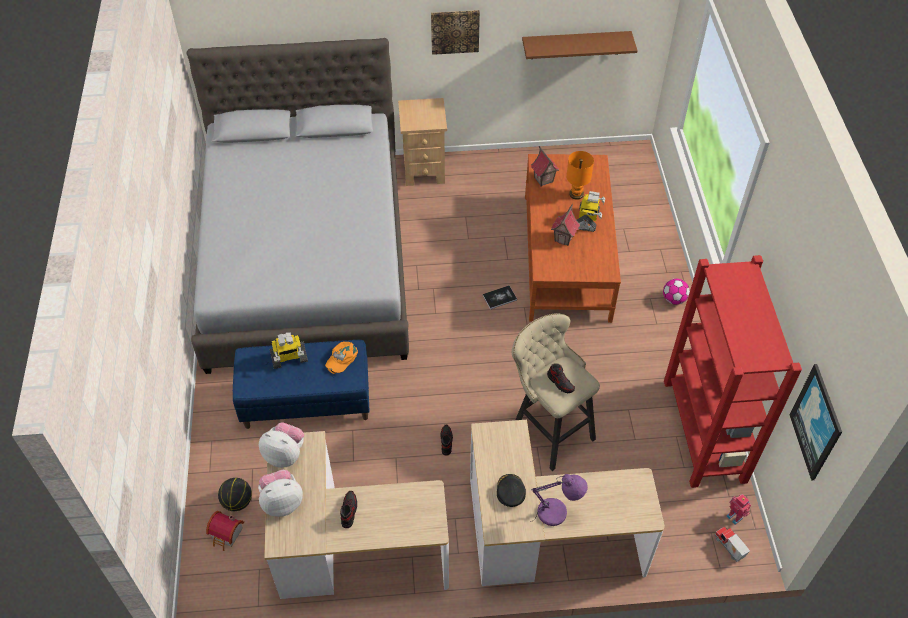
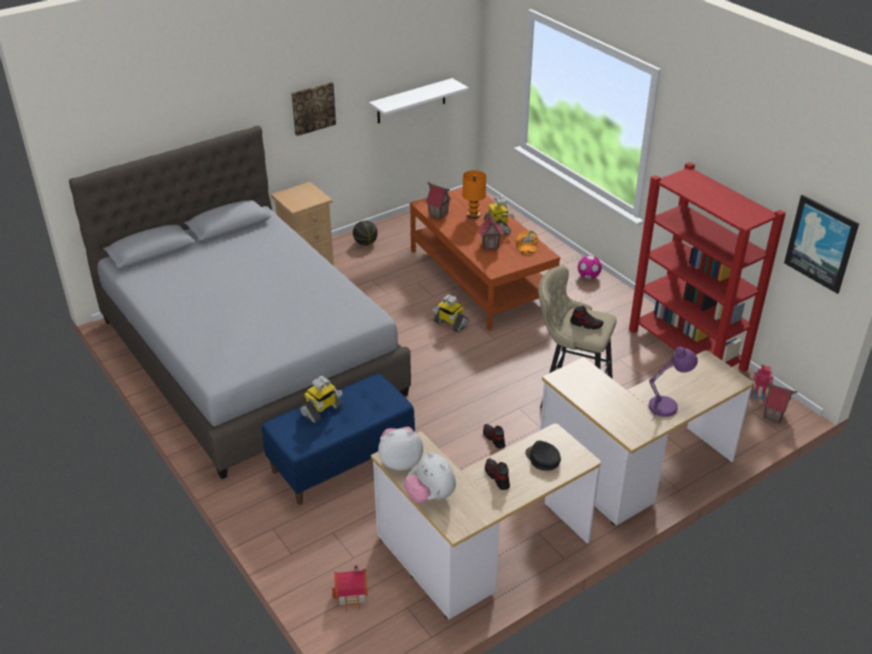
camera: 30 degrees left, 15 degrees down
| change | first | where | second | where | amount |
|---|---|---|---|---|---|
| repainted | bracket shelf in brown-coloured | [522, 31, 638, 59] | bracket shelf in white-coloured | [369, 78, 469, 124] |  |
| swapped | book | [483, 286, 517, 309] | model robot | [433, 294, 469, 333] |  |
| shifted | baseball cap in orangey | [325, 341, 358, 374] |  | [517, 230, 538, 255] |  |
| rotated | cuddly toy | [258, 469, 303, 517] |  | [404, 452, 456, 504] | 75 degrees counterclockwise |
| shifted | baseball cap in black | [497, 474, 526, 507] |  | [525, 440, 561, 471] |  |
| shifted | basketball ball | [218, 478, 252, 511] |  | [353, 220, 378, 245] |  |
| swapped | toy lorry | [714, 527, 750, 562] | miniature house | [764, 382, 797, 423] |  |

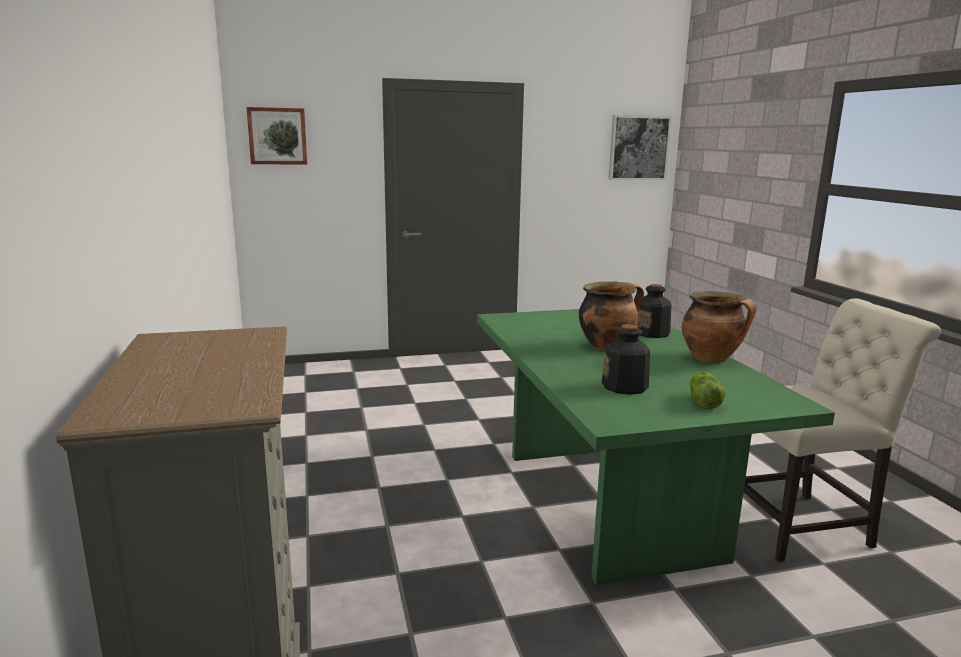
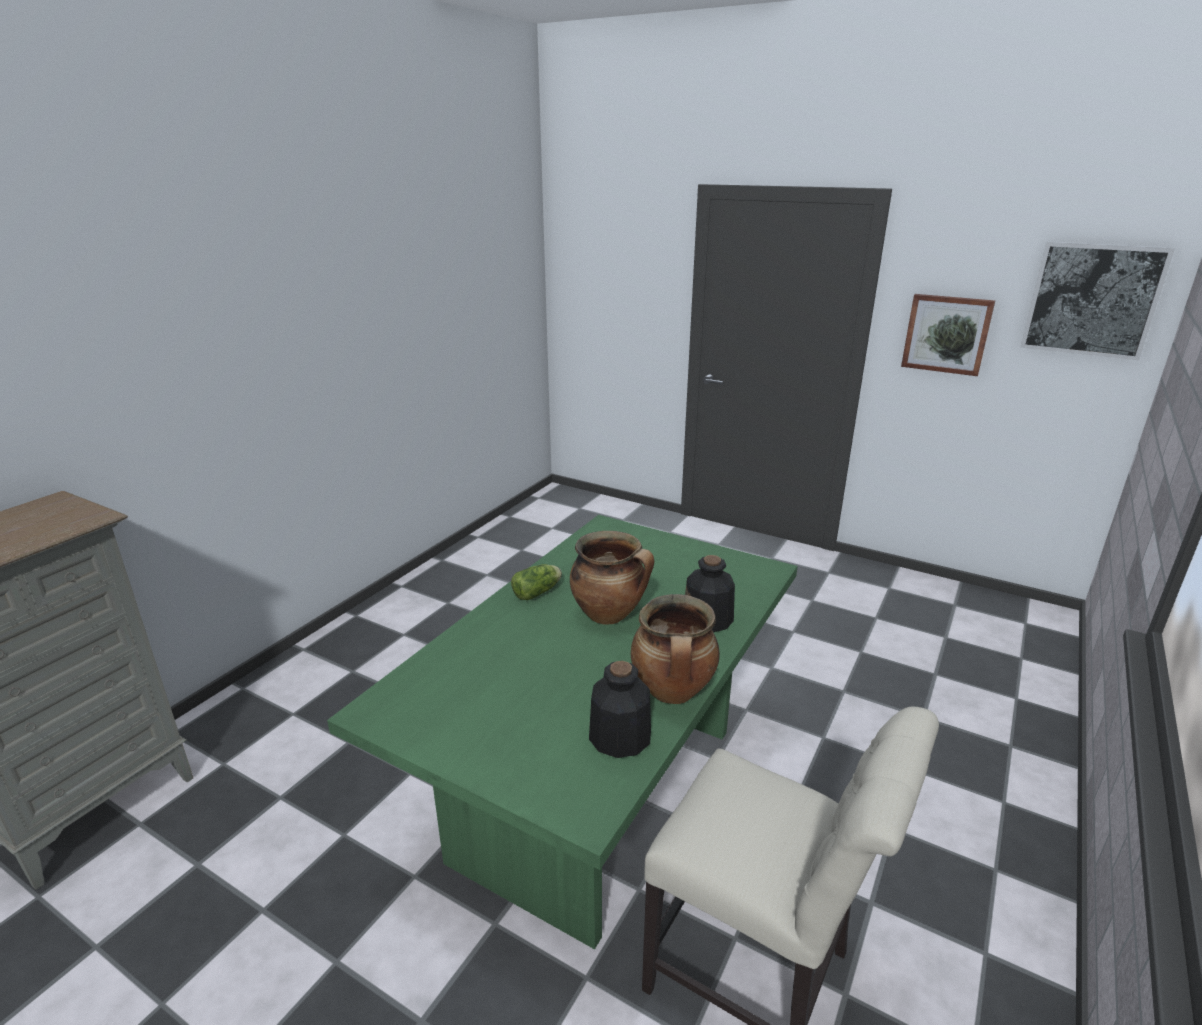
camera: 45 degrees right, 10 degrees up
| change | first | where | second | where | amount |
|---|---|---|---|---|---|
| shifted | picture | [247, 107, 307, 165] |  | [901, 294, 995, 376] |  |
| shifted | drink bottle | [602, 324, 650, 395] |  | [589, 661, 651, 758] |  |
| shifted | lettuce head | [690, 372, 725, 409] |  | [511, 564, 562, 600] |  |

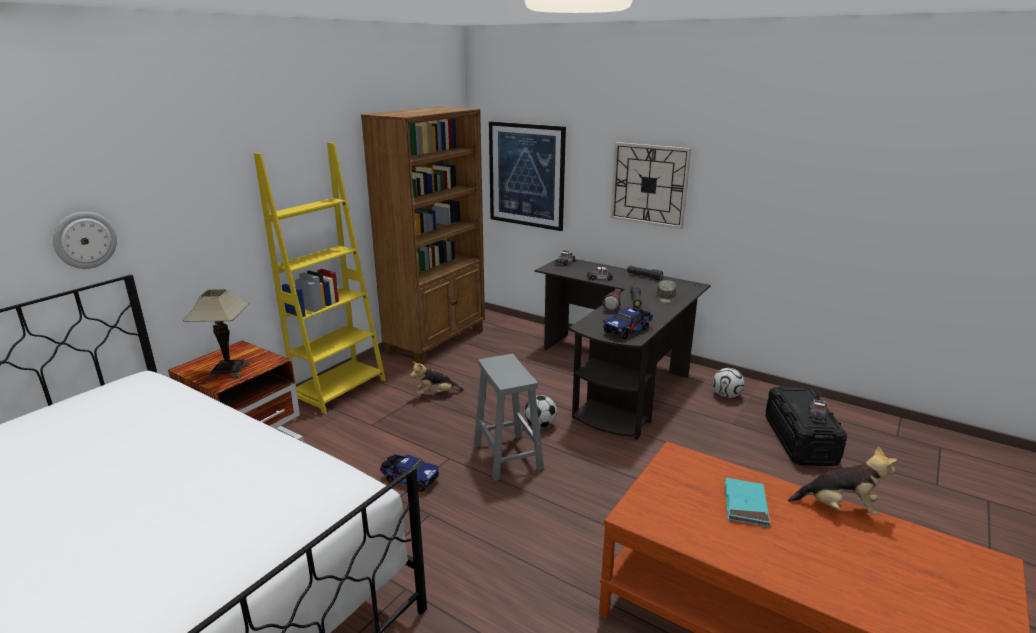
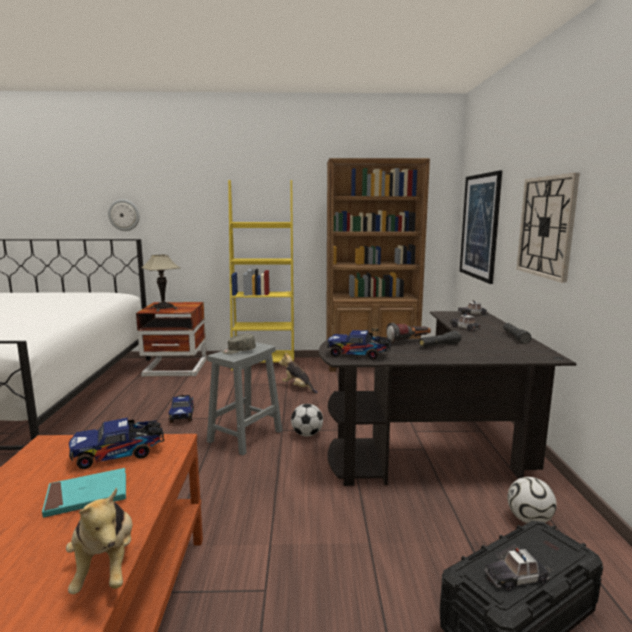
camera: 55 degrees right, 10 degrees down
| change | first | where | second | where | amount |
|---|---|---|---|---|---|
| shifted | baseball cap in grey | [657, 280, 676, 303] |  | [222, 334, 256, 354] |  |
| new |  |  | toy lorry | [69, 418, 164, 469] |  |

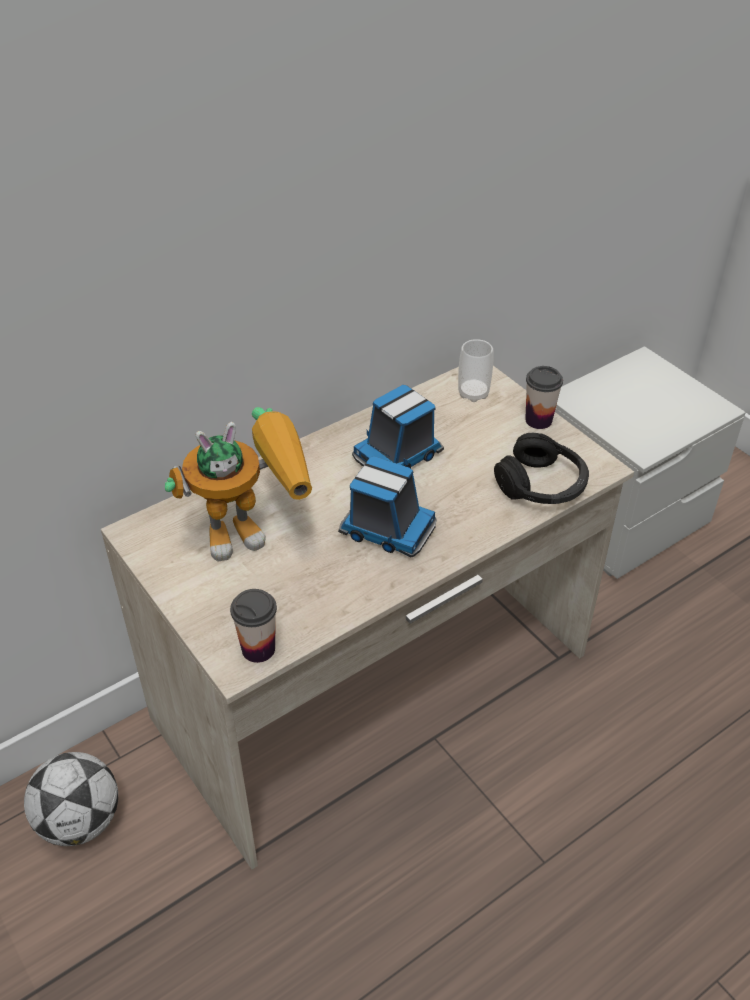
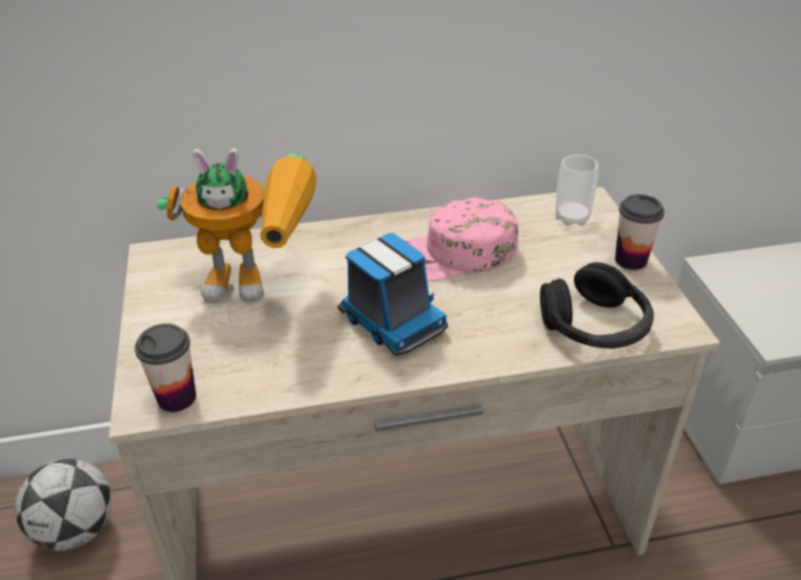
camera: 25 degrees right, 5 degrees down
| change | first | where | second | where | amount |
|---|---|---|---|---|---|
| swapped | toy lorry | [352, 385, 444, 469] | baseball cap in pink | [406, 197, 518, 282] |  |

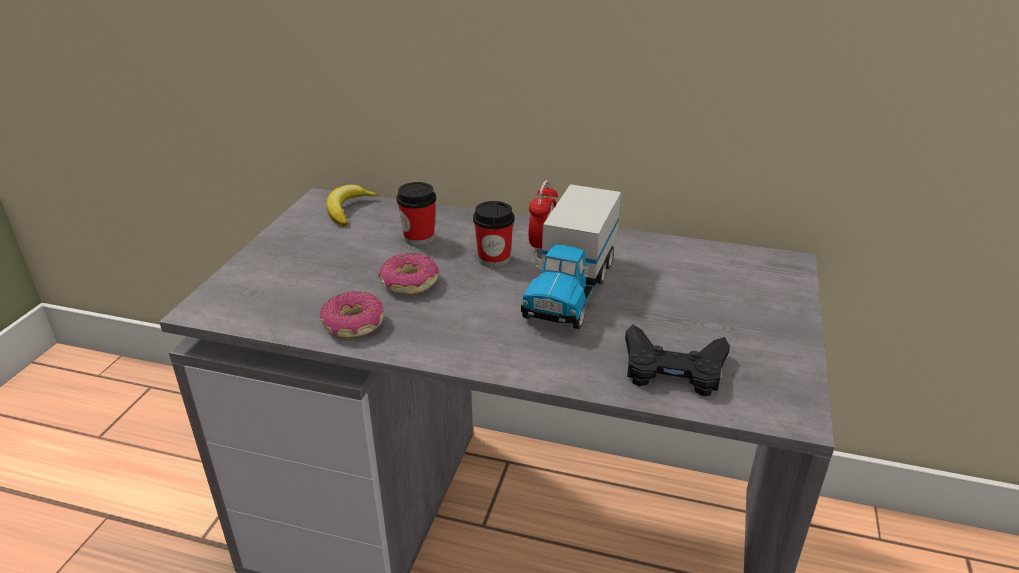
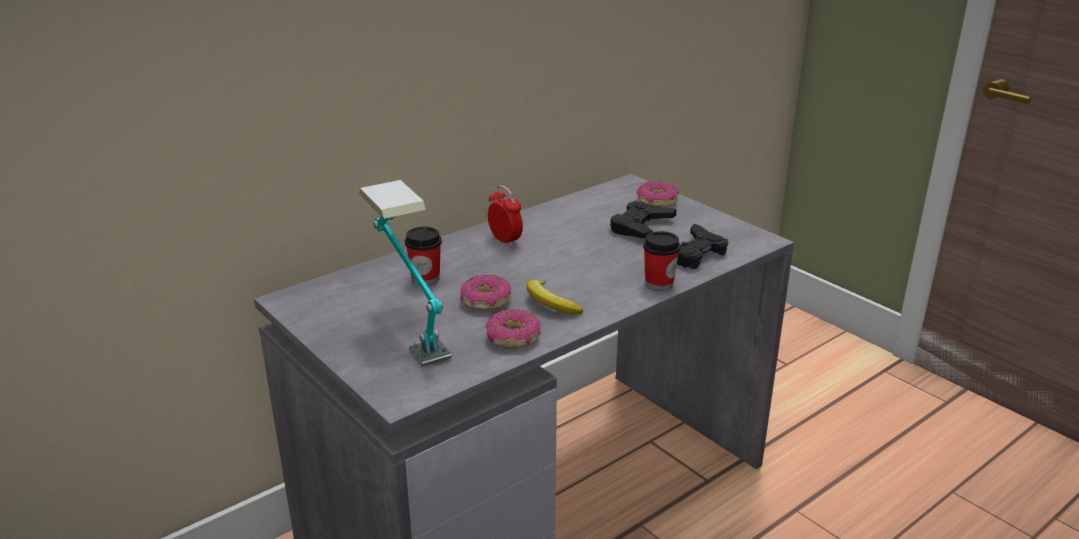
camera: 55 degrees left, 5 degrees down
| change | first | where | second | where | amount |
|---|---|---|---|---|---|
| gone | toy lorry | [521, 184, 621, 329] |  |  |  |
| shifted | banana | [326, 185, 379, 227] |  | [527, 280, 583, 314] |  |
| shifted | cup | [473, 201, 515, 268] |  | [643, 231, 681, 291] |  |
| new |  |  | lamp for a table | [359, 180, 452, 367] |  |
| new |  |  | ring doughnut | [636, 181, 679, 207] |  |
| new |  |  | game controller in black | [610, 201, 677, 239] |  |

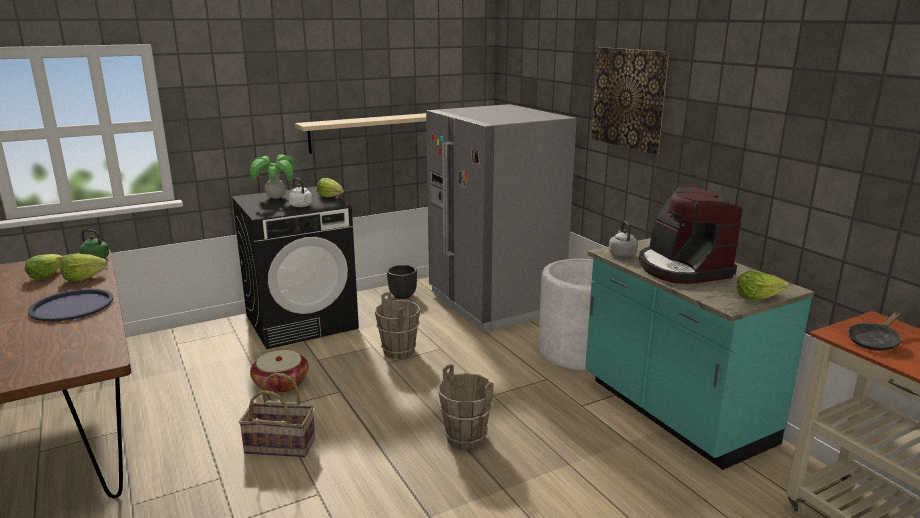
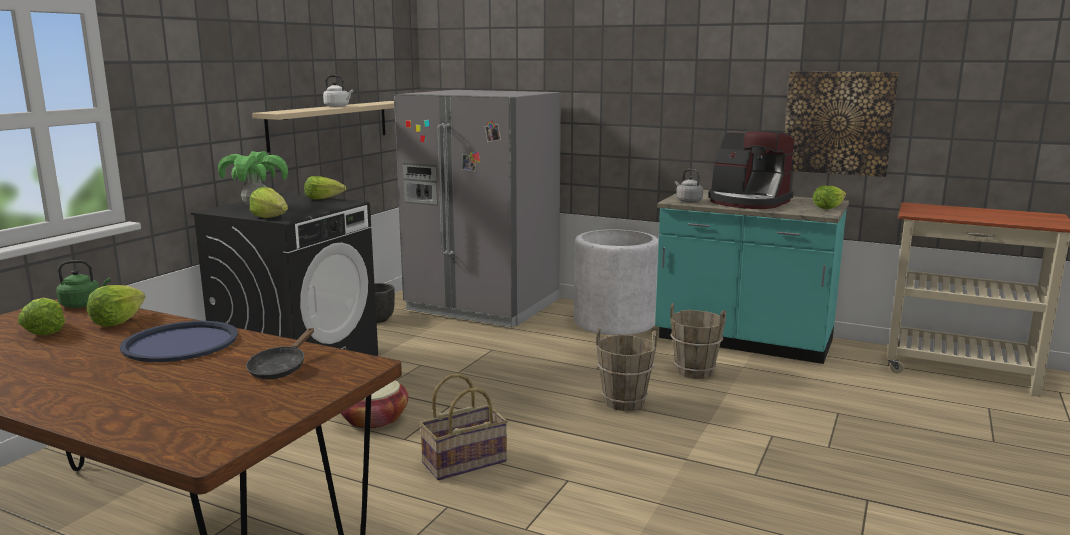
camera: 35 degrees left, 5 degrees down
| change | first | where | second | where | amount |
|---|---|---|---|---|---|
| shifted | picture | [591, 47, 669, 154] |  | [785, 71, 899, 177] |  |
| shifted | tea kettle in white-coloured | [288, 178, 312, 207] |  | [323, 75, 353, 107] |  |
| shifted | pail in brown-coloured | [375, 292, 420, 359] |  | [670, 303, 726, 379] |  |
| shifted | frying pan in black | [848, 312, 901, 351] |  | [246, 328, 314, 379] |  |
| new |  |  | lettuce head | [250, 187, 288, 218] |  |

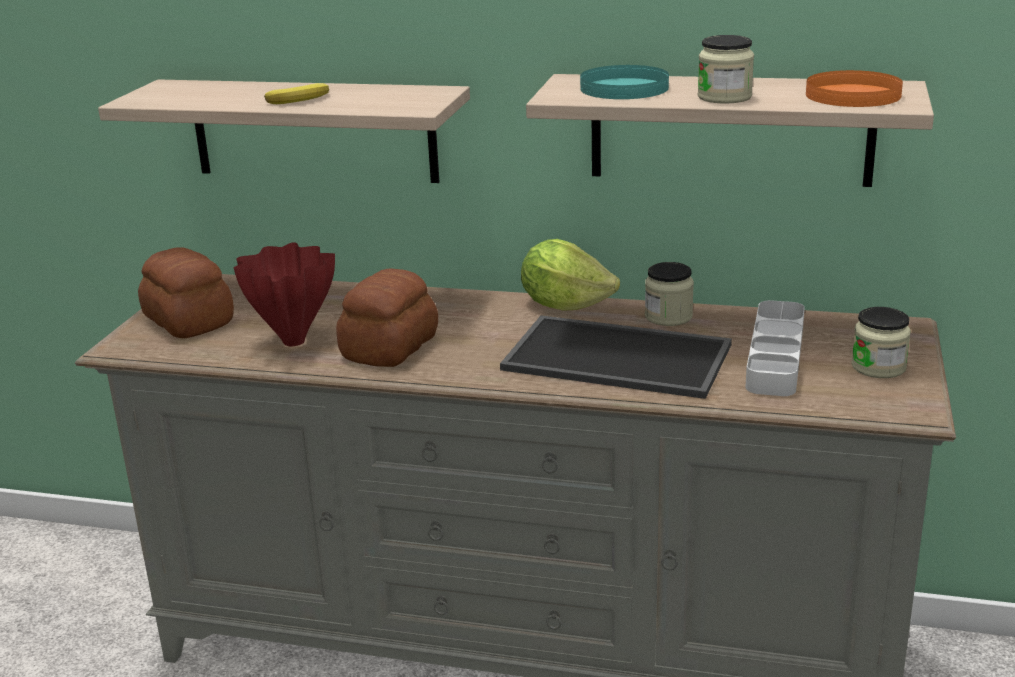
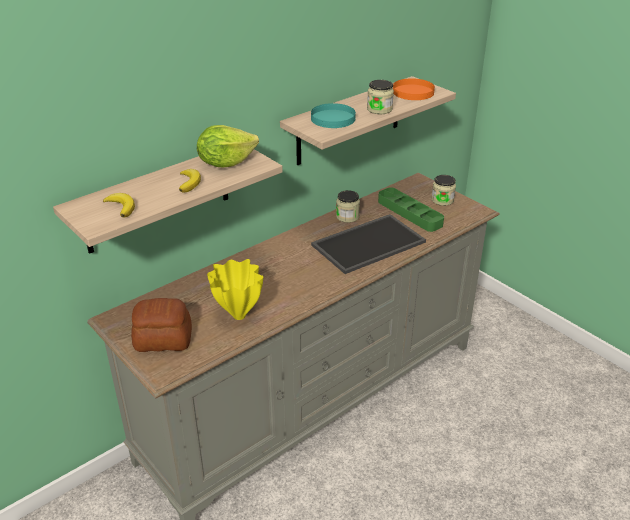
camera: 55 degrees left, 10 degrees up
| change | first | where | second | where | amount |
|---|---|---|---|---|---|
| shifted | lettuce head | [521, 239, 620, 311] |  | [197, 125, 259, 168] |  |
| repainted | flower vase in red-coloured | [234, 242, 335, 346] | flower vase in yellow-coloured | [207, 259, 263, 320] |  |
| gone | bread | [336, 268, 438, 367] |  |  |  |
| repainted | serving tray in grey | [745, 300, 805, 396] | serving tray in green | [378, 187, 444, 232] |  |
| new |  |  | banana | [103, 193, 135, 217] |  |

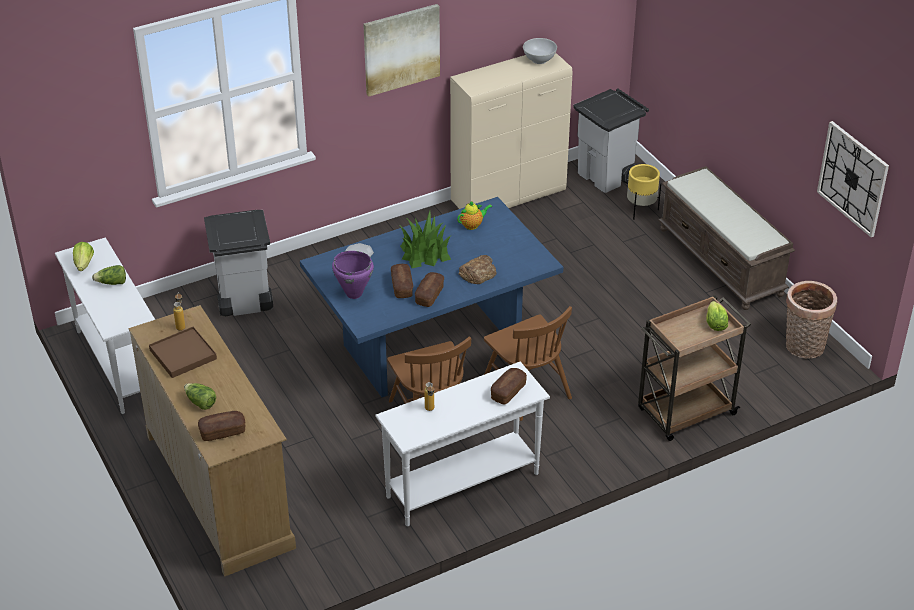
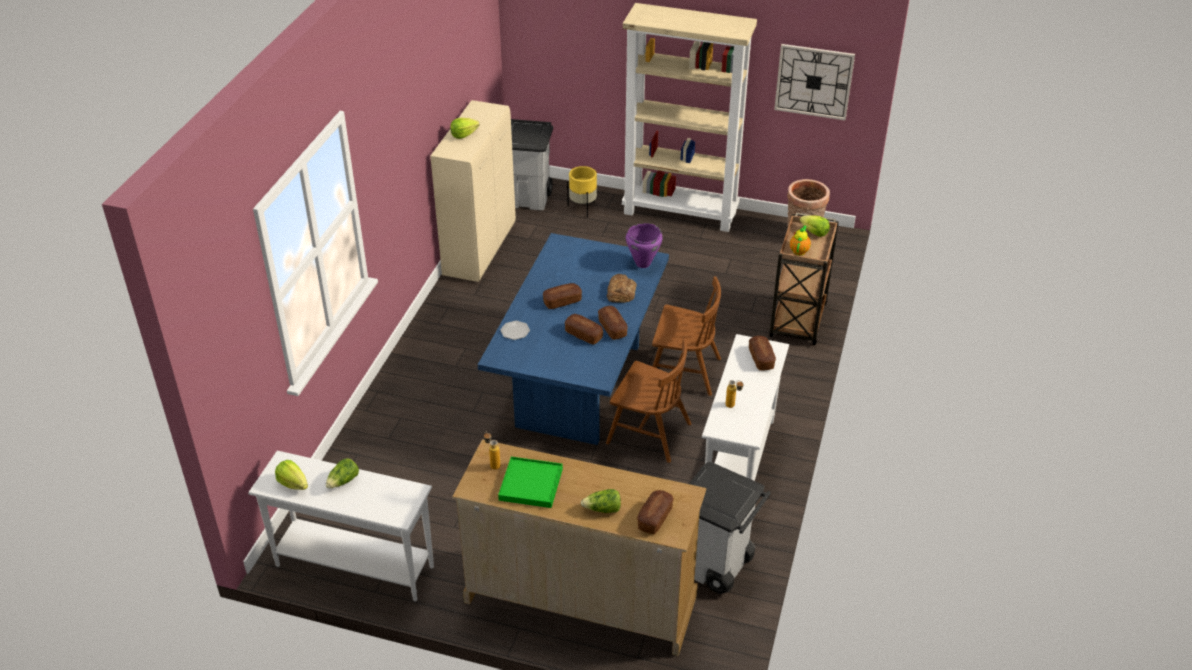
camera: 45 degrees left, 0 degrees up
| change | first | where | second | where | amount |
|---|---|---|---|---|---|
| gone | picture | [363, 4, 440, 97] |  |  |  |
| gone | bowl in white-coloured | [523, 38, 557, 64] |  |  |  |
| swapped | indoor bench in brown-coloured | [658, 166, 795, 310] | bookcase in beige-coloured | [622, 3, 757, 232] |  |
| shifted | tea pot | [457, 201, 492, 230] |  | [790, 225, 811, 256] |  |
| shifted | trash can in grey | [204, 210, 273, 316] |  | [689, 461, 771, 594] |  |
| swapped | houseplant | [400, 211, 452, 268] | bread | [543, 283, 582, 309] |  |
| shifted | saucepot in purple-coloured | [332, 251, 374, 299] |  | [626, 223, 662, 268] |  |
| repainted | serving tray in brown-coloured | [149, 327, 217, 378] | serving tray in green | [498, 457, 563, 508] |  |
| new |  |  | lettuce head | [450, 118, 480, 139] |  |

